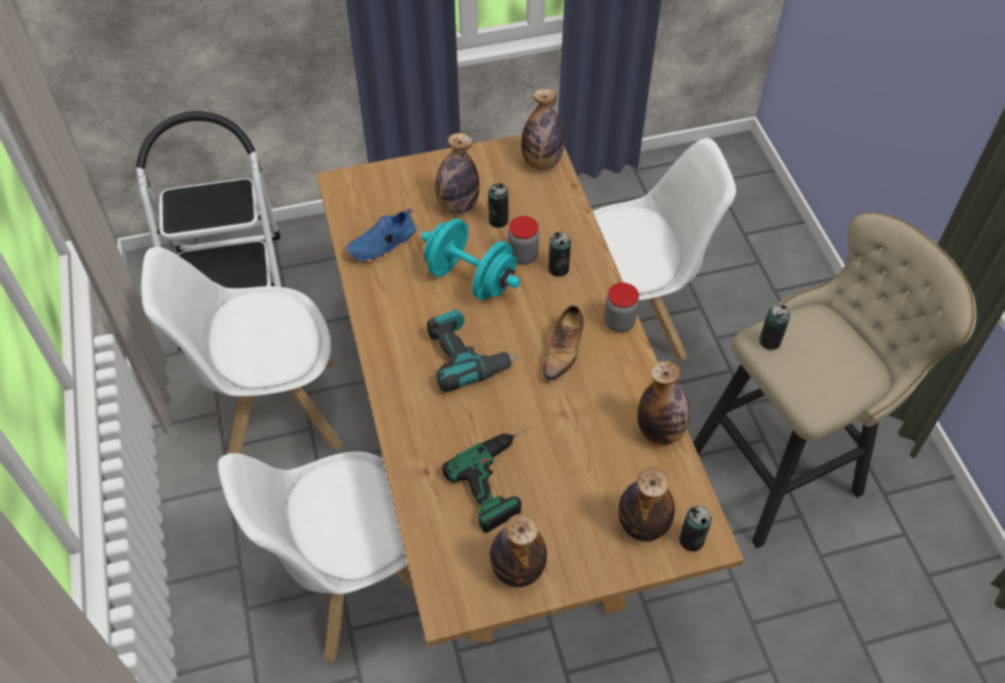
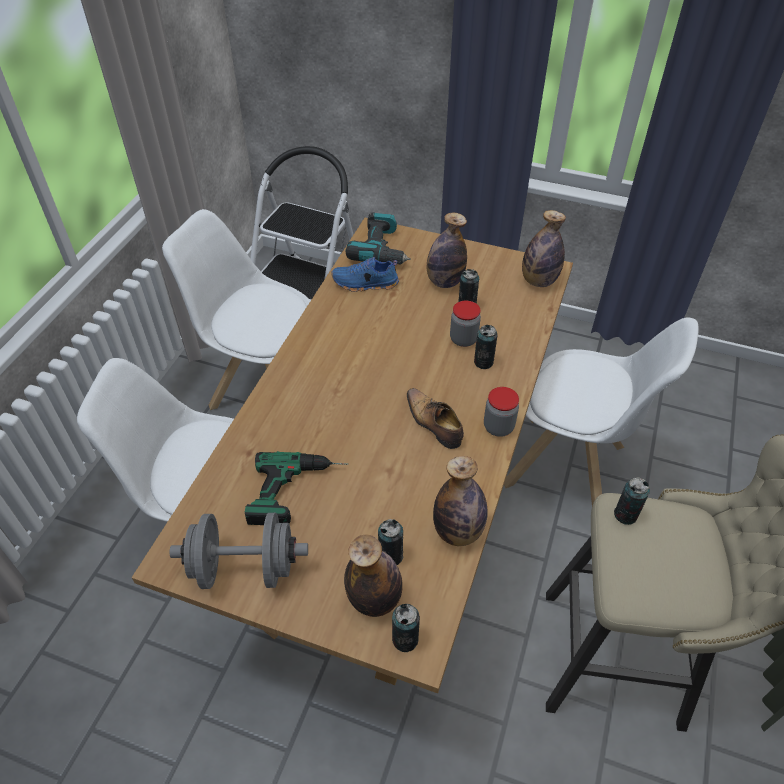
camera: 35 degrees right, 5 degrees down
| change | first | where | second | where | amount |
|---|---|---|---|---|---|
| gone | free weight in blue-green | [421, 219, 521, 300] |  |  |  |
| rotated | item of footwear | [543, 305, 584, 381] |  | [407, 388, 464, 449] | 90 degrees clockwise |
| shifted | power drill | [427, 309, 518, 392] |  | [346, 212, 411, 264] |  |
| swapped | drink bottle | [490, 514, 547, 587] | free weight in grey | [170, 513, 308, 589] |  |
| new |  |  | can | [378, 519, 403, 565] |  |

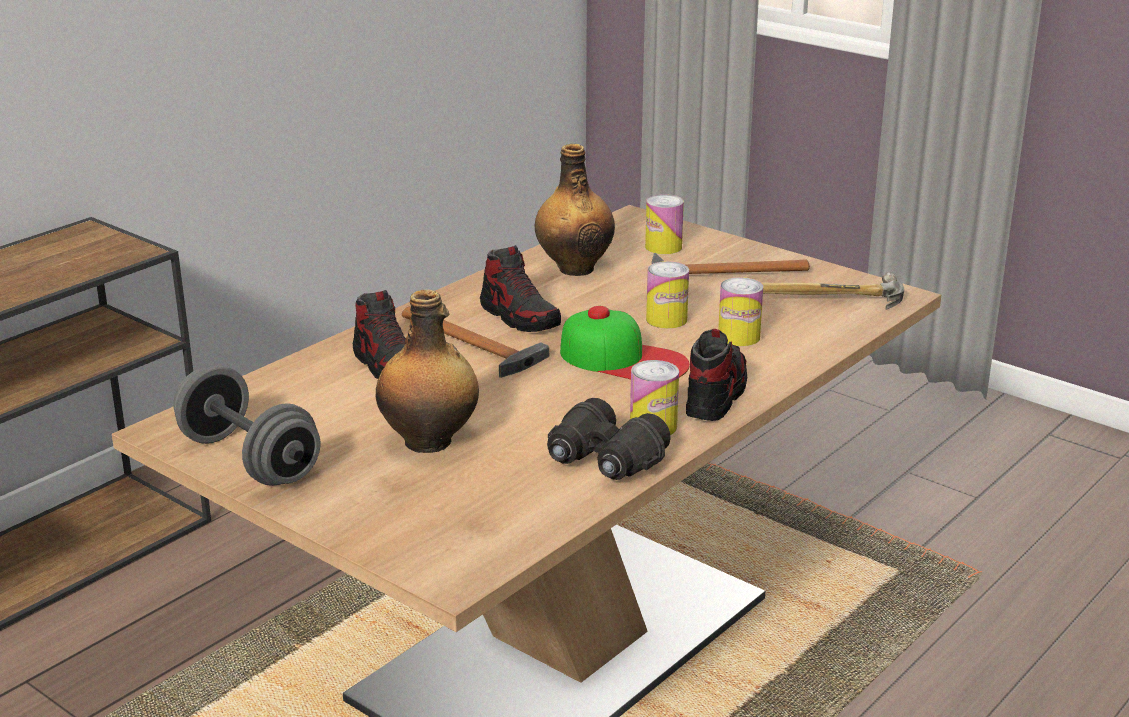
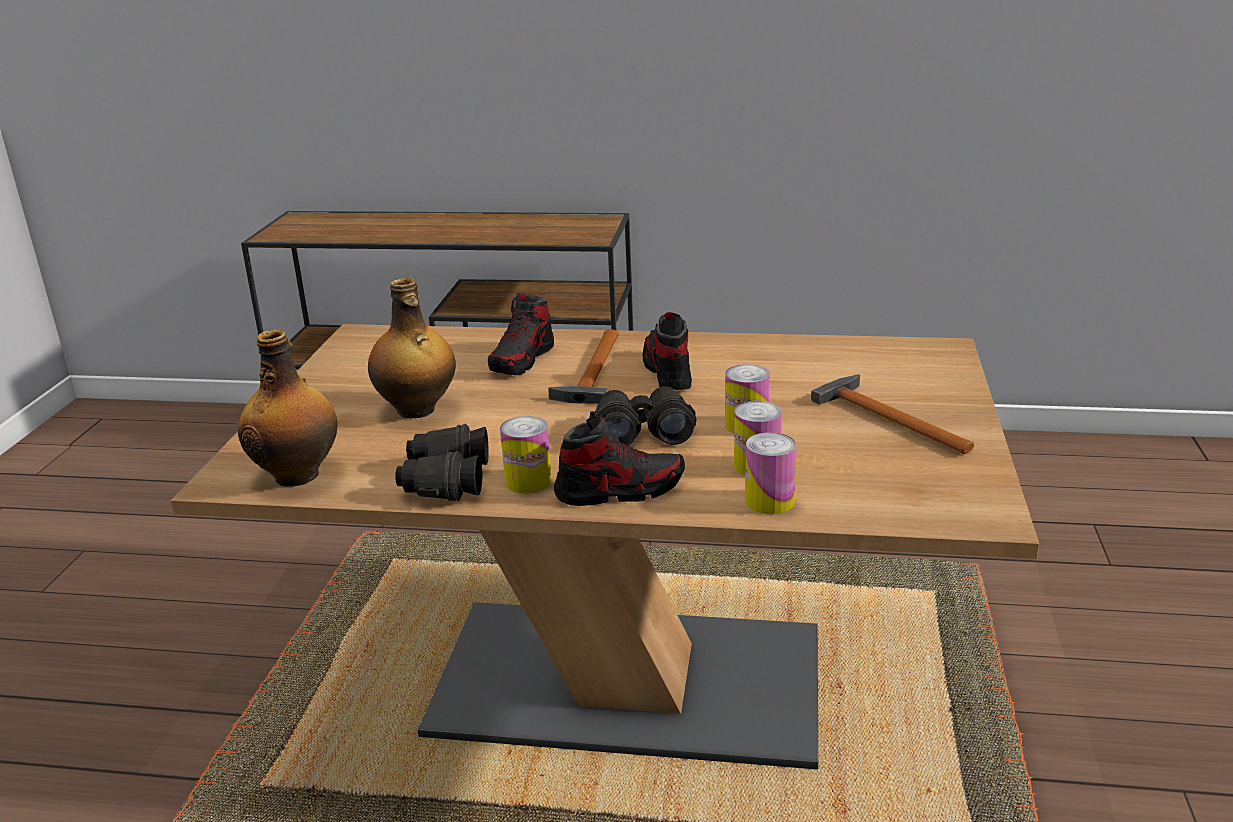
camera: 60 degrees right, 0 degrees up
| change | first | where | second | where | amount |
|---|---|---|---|---|---|
| shifted | drink bottle | [535, 144, 615, 276] |  | [238, 330, 338, 487] |  |
| shifted | can | [645, 194, 684, 254] |  | [745, 432, 797, 514] |  |
| rotated | item of footwear | [480, 245, 561, 332] |  | [643, 312, 692, 390] | 150 degrees clockwise |
| gone | hand hammer | [761, 272, 904, 310] |  |  |  |
| swapped | baseball cap | [560, 306, 690, 379] | field glasses in black | [589, 386, 697, 446] |  |
| gone | free weight in grey | [173, 365, 320, 486] |  |  |  |

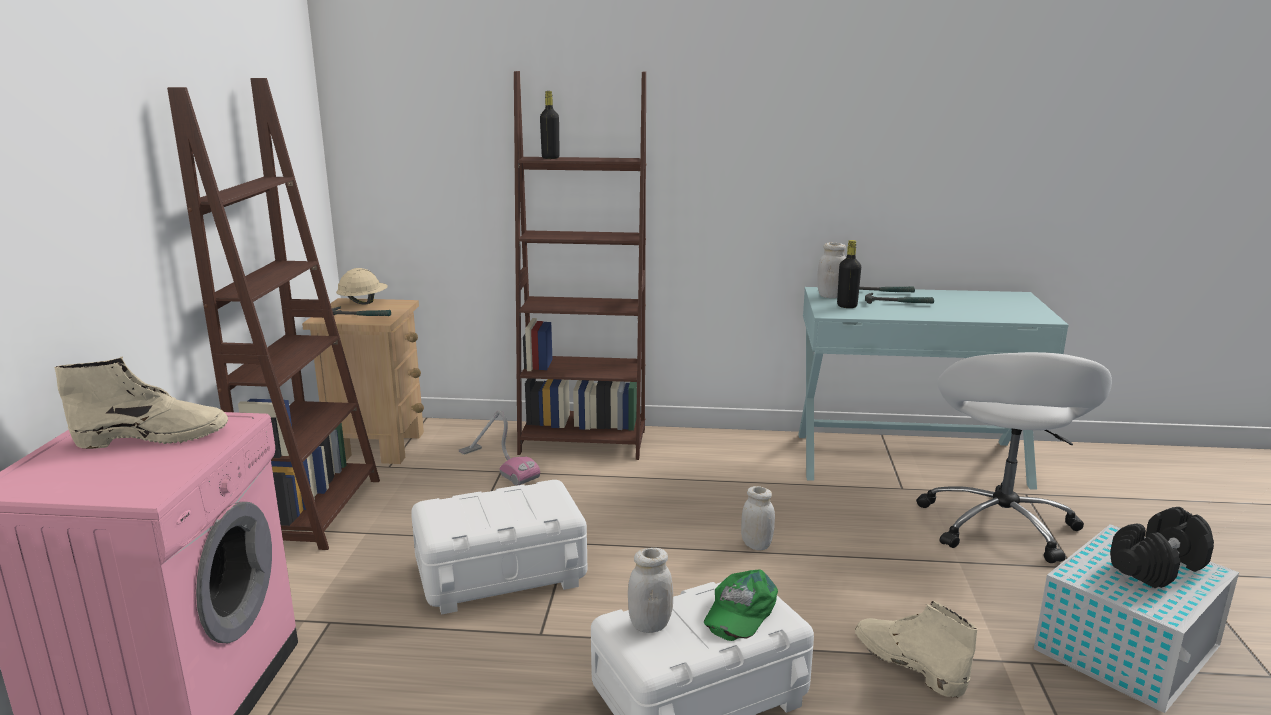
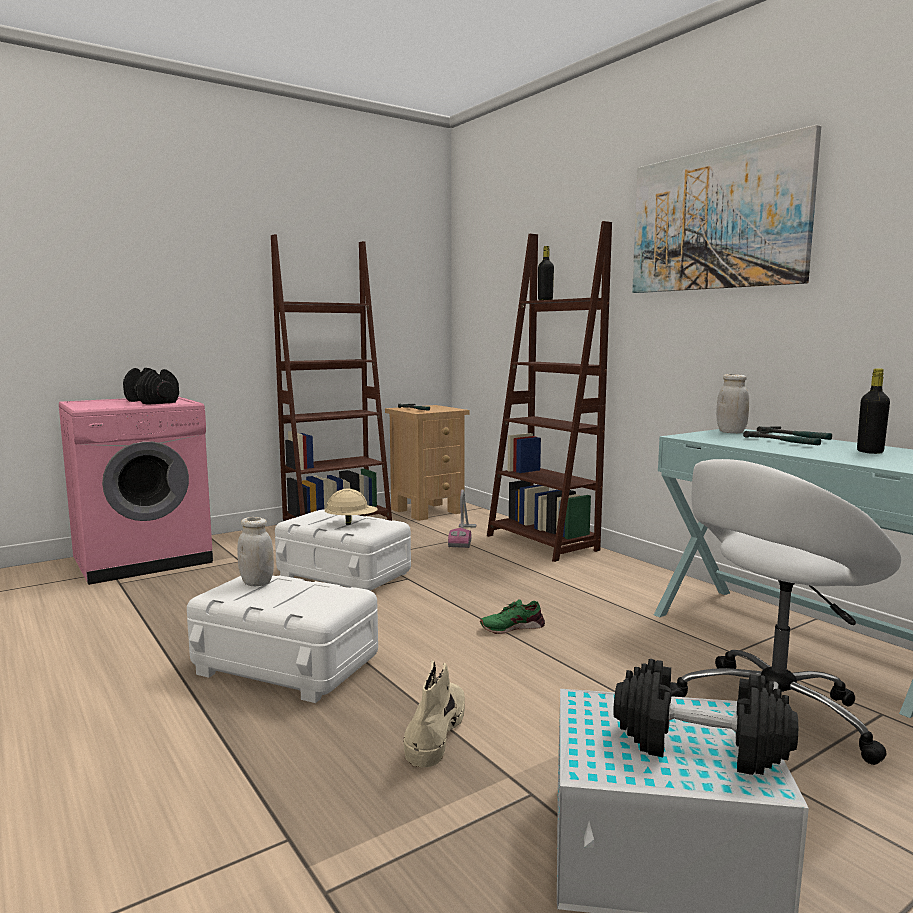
camera: 50 degrees right, 10 degrees down
| change | first | where | second | where | amount |
|---|---|---|---|---|---|
| shifted | drink bottle in black | [837, 240, 861, 308] |  | [857, 368, 890, 454] |  |
| shifted | hard hat in beige-coloured | [336, 268, 388, 304] |  | [325, 489, 378, 525] |  |
| swapped | tall boot in beige-coloured | [54, 357, 228, 449] | free weight in black | [123, 368, 179, 405] |  |
| swapped | storage jar in white-coloured | [741, 486, 775, 550] | item of footwear in green | [480, 599, 545, 634] |  |
| gone | baseball cap in green | [704, 569, 778, 641] |  |  |  |
| new |  |  | picture | [632, 125, 821, 293] |  |

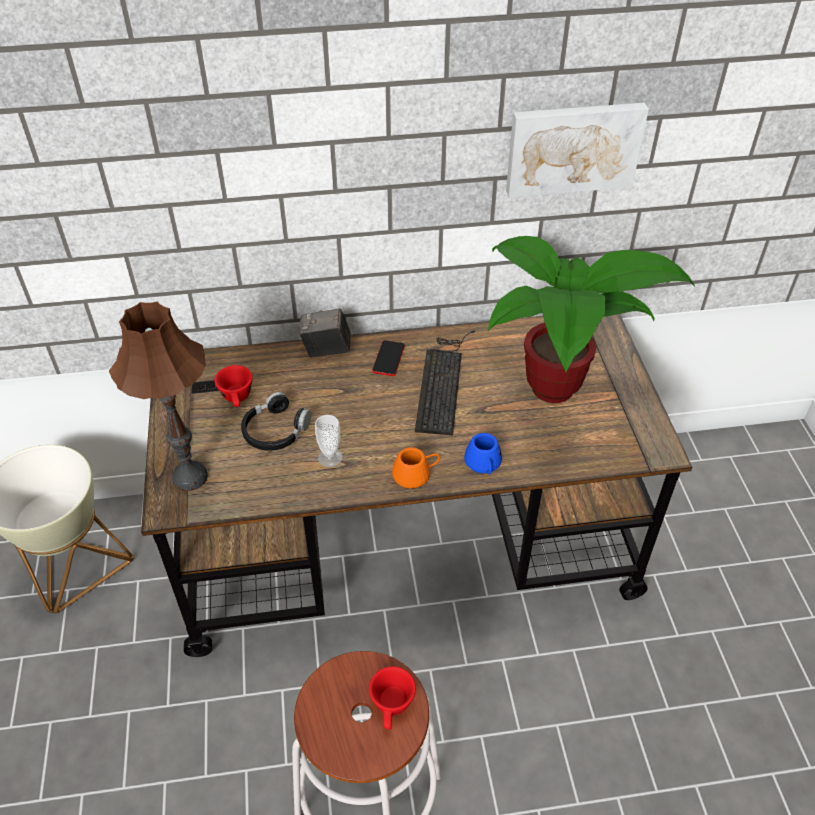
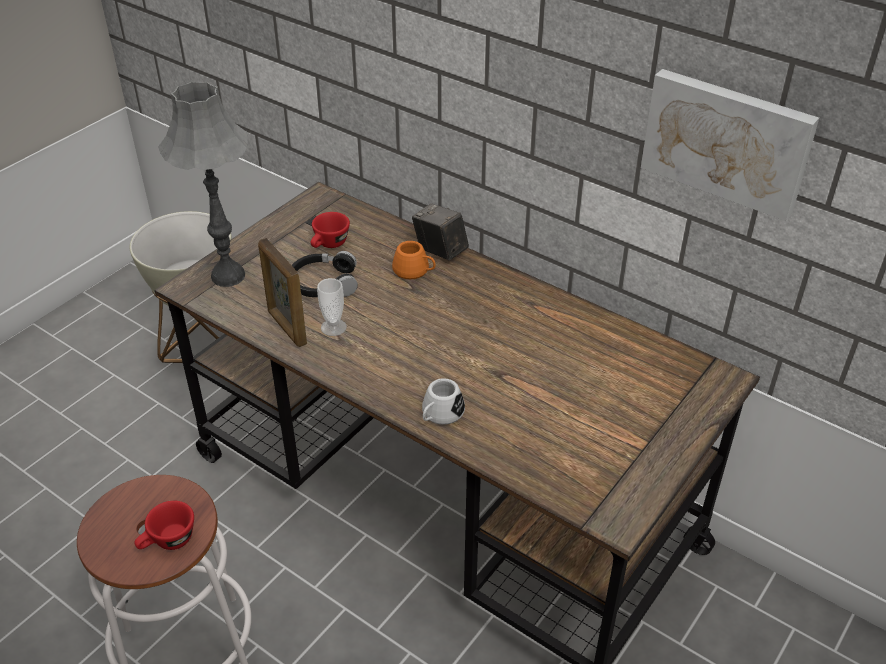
camera: 45 degrees right, 5 degrees down
| change | first | where | second | where | amount |
|---|---|---|---|---|---|
| gone | houseplant | [488, 236, 695, 403] |  |  |  |
| repainted | lamp for a table in brown-coloured | [109, 301, 208, 491] | lamp for a table in grey | [158, 81, 248, 287] |  |
| gone | keyboard | [415, 330, 475, 435] |  |  |  |
| gone | telephone | [373, 340, 405, 376] |  |  |  |
| repainted | coffee mug in blue | [464, 433, 502, 474] | coffee mug in white-coloured | [422, 378, 465, 425] |  |
| shifted | coffee mug in orangey | [392, 447, 440, 488] |  | [392, 241, 436, 279] |  |
| new |  |  | standing frame | [258, 238, 307, 347] |  |

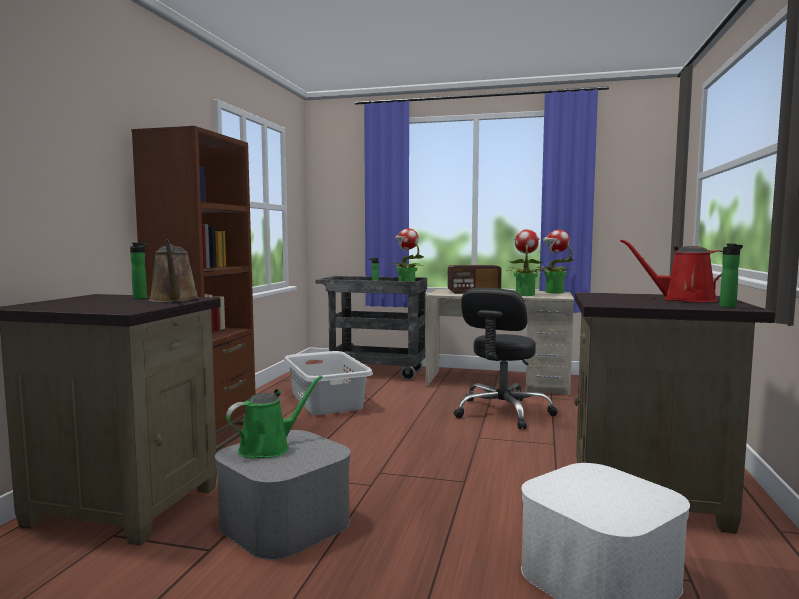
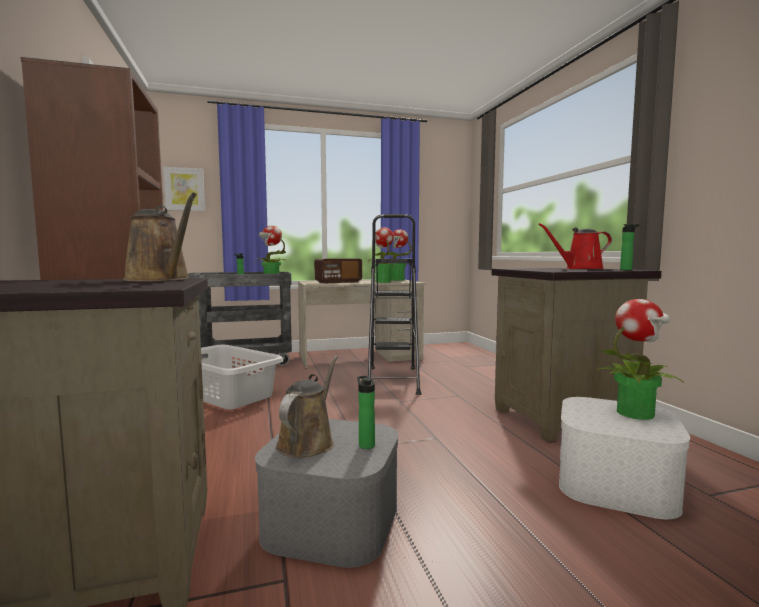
camera: 30 degrees left, 0 degrees up
| change | first | where | second | where | amount |
|---|---|---|---|---|---|
| shifted | drink bottle | [130, 243, 148, 299] |  | [357, 376, 375, 449] |  |
| swapped | computer chair in black | [454, 288, 558, 429] | stepladder | [368, 214, 421, 395] |  |
| repainted | watering can in green | [226, 375, 322, 459] | watering can in brown-coloured | [276, 356, 338, 458] |  |
| new |  |  | picture | [163, 167, 205, 211] |  |
| new |  |  | houseplant | [598, 299, 684, 420] |  |

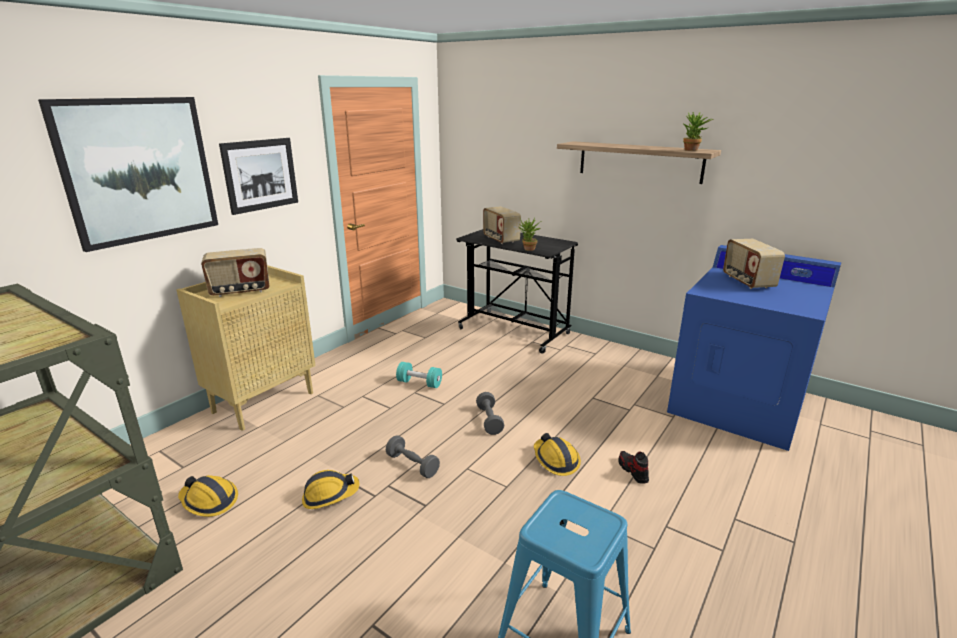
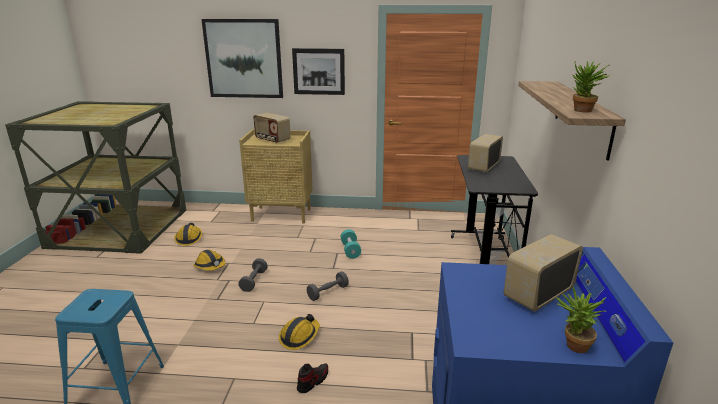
camera: 60 degrees right, 0 degrees up
| change | first | where | second | where | amount |
|---|---|---|---|---|---|
| shifted | houseplant | [519, 218, 541, 251] |  | [556, 285, 607, 353] |  |

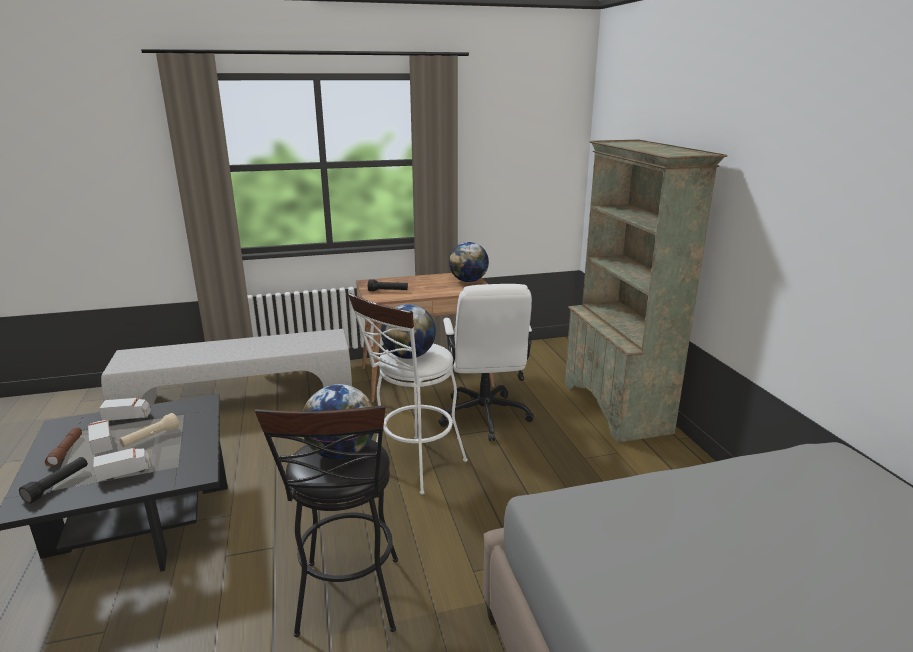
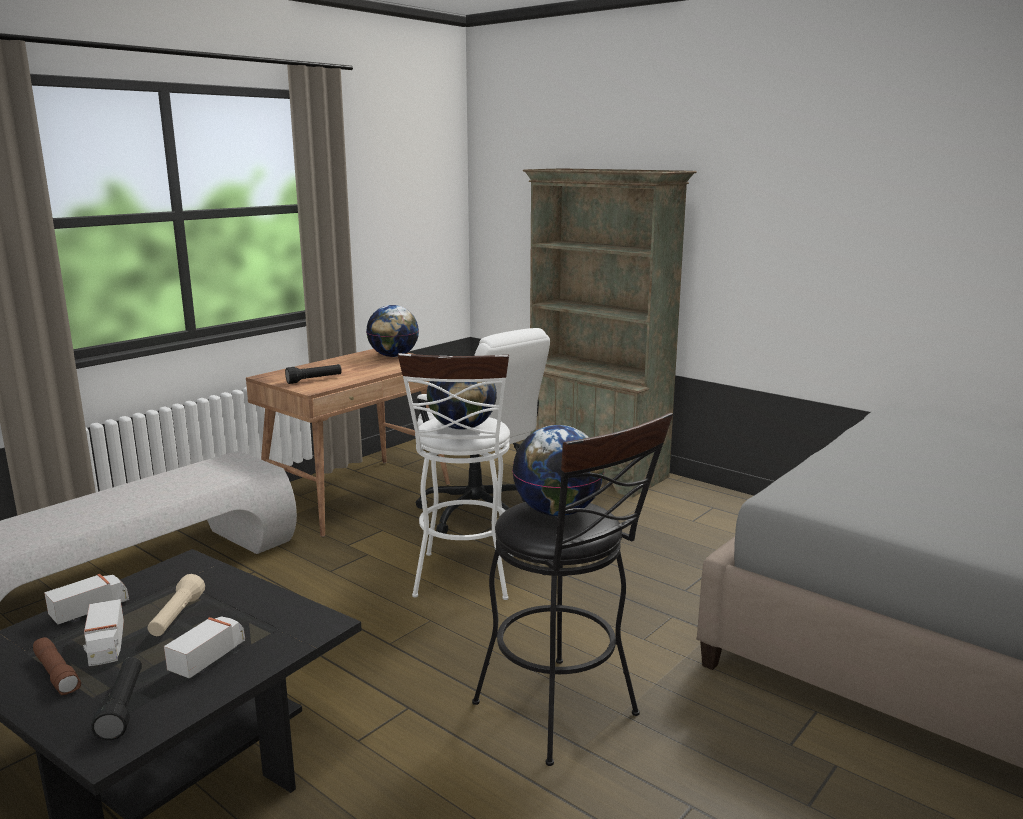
camera: 35 degrees left, 5 degrees down
| change | first | where | second | where | amount |
|---|---|---|---|---|---|
| rotated | toy lorry | [88, 420, 113, 455] |  | [83, 599, 124, 666] | 135 degrees counterclockwise |

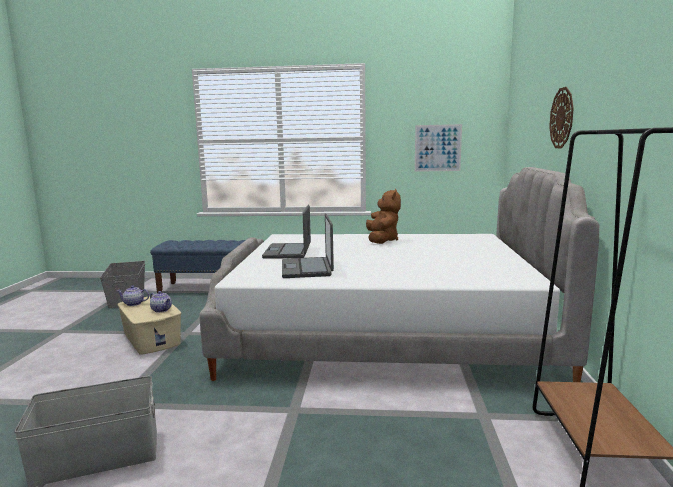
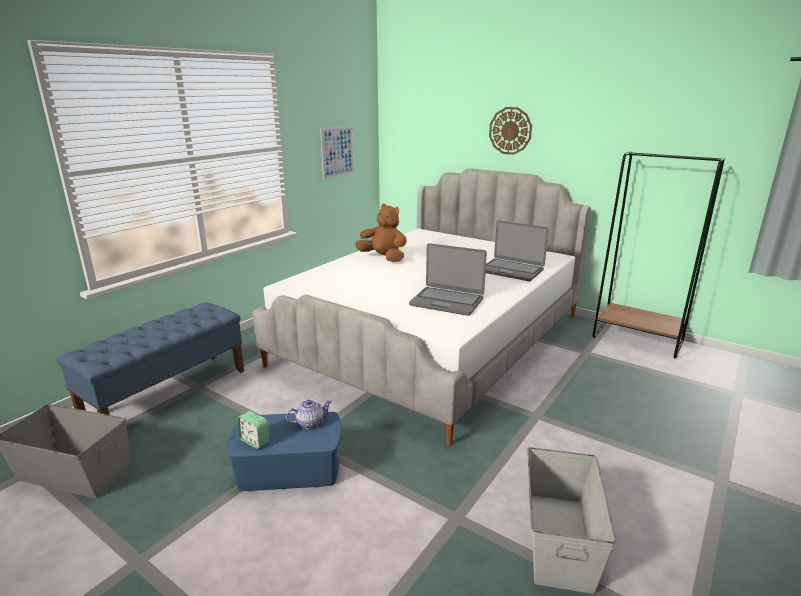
camera: 60 degrees left, 10 degrees up
| change | first | where | second | where | amount |
|---|---|---|---|---|---|
| shifted | notebook computer | [262, 205, 311, 259] |  | [486, 220, 549, 281] |  |
| swapped | tea pot | [117, 285, 150, 306] | alarm clock | [237, 411, 270, 449] |  |
| repainted | storage box in beige-coloured | [117, 296, 181, 355] | storage box in blue | [227, 412, 342, 491] |  |

